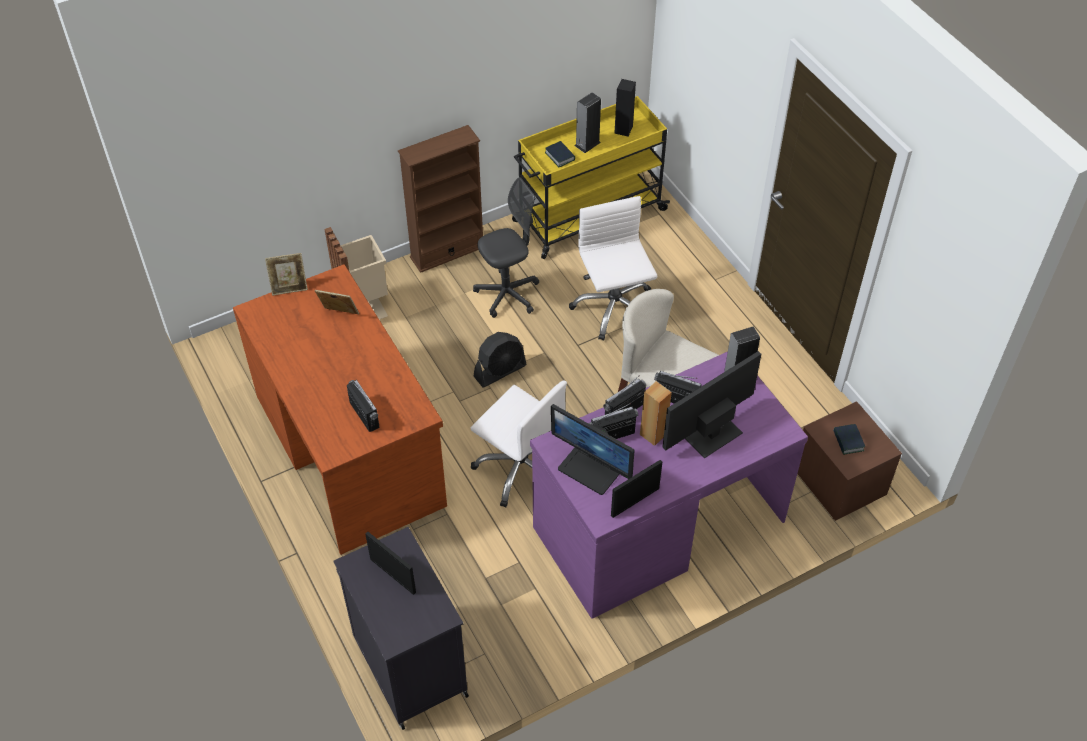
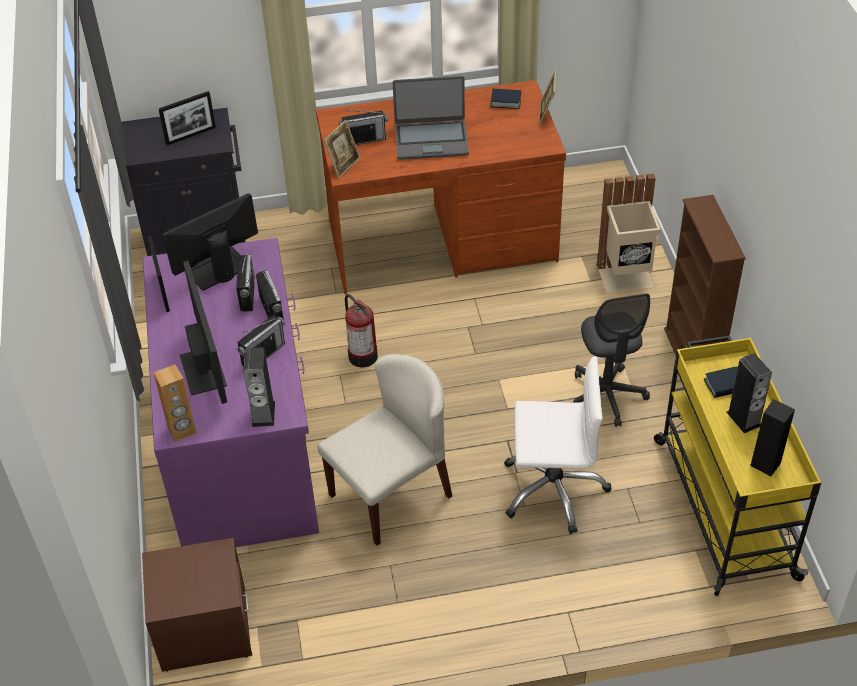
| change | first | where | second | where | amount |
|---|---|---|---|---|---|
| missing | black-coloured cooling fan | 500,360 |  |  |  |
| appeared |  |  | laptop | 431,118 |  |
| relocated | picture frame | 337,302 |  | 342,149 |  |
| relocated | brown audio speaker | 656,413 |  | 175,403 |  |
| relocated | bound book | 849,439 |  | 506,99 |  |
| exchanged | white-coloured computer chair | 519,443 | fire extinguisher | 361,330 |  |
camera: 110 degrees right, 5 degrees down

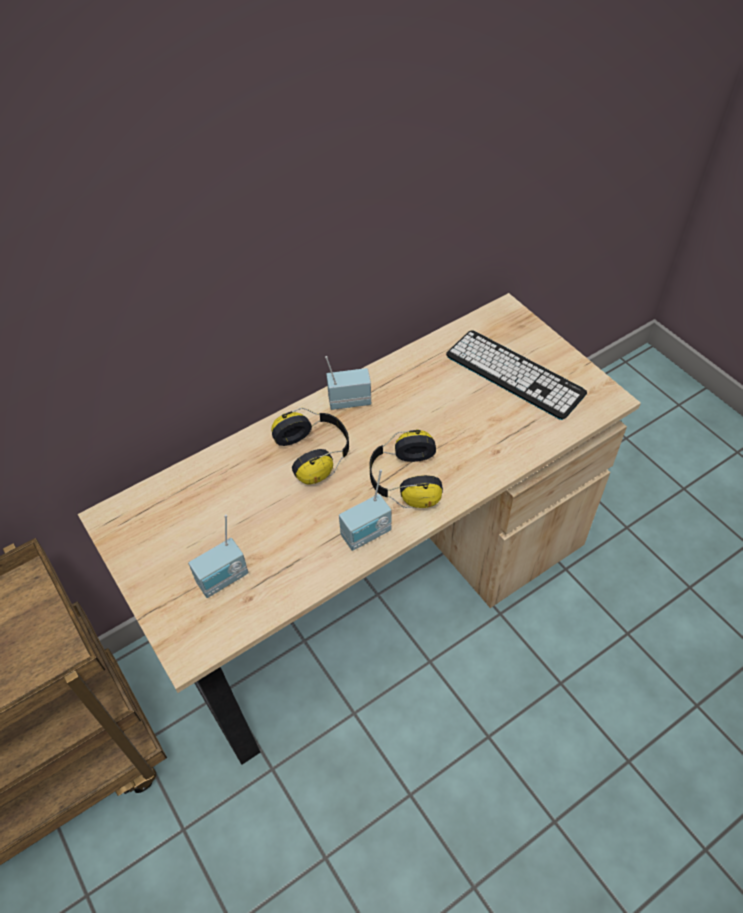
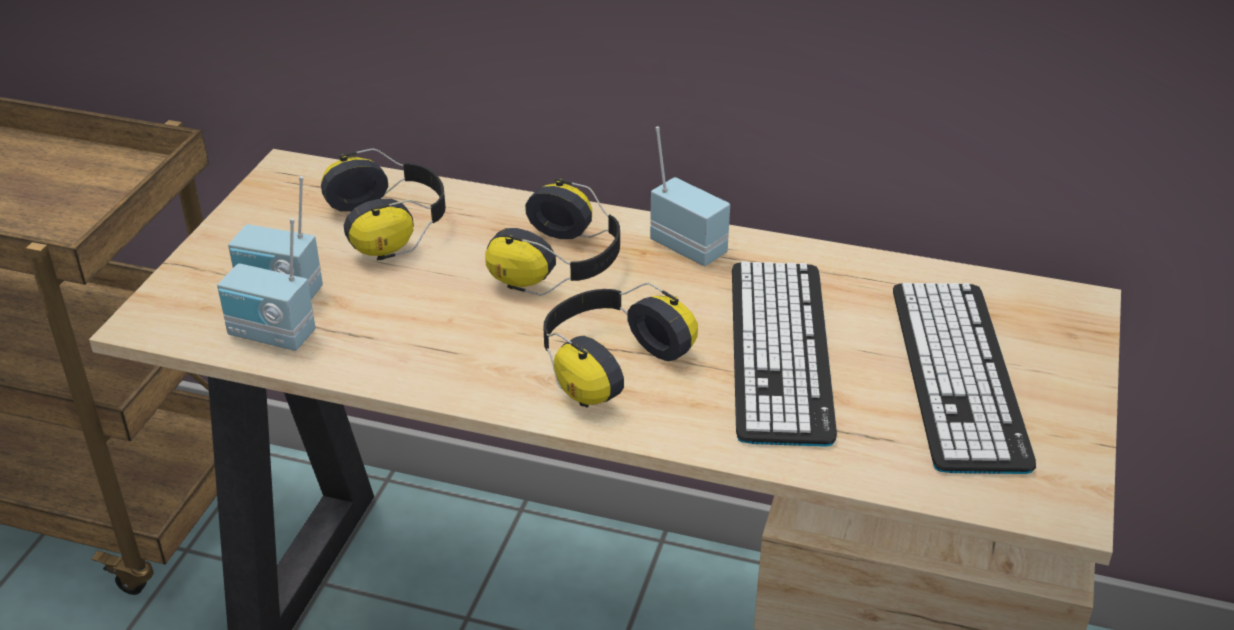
| change | first | where | second | where | amount |
|---|---|---|---|---|---|
| appeared |  |  | headset | 383,204 |  |
| appeared |  |  | PC keyboard | 784,354 |  |
| relocated | radio set | 365,510 |  | 266,284 |  |
camera: 50 degrees right, 15 degrees down

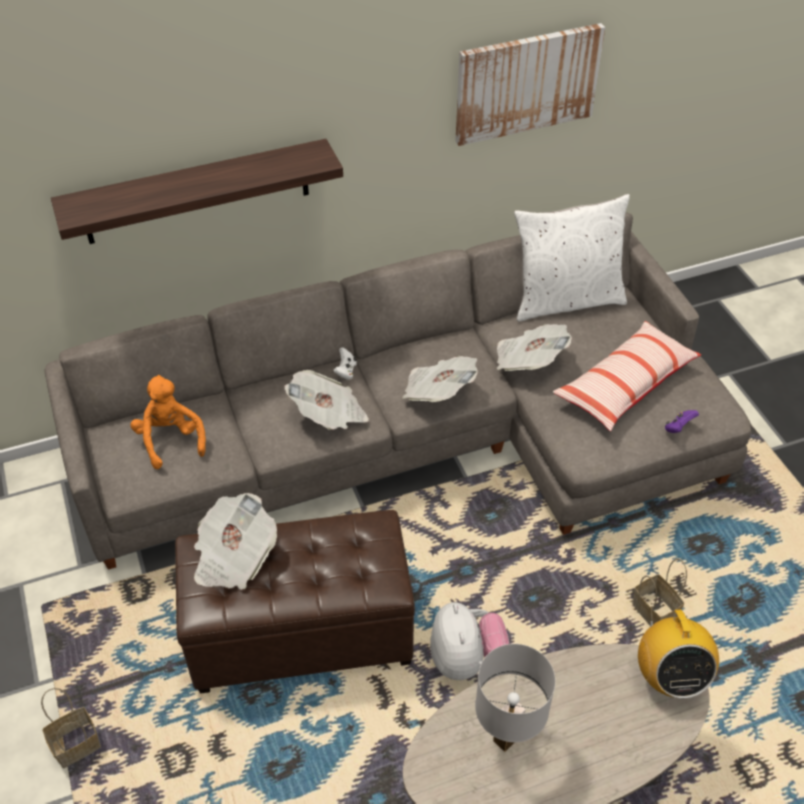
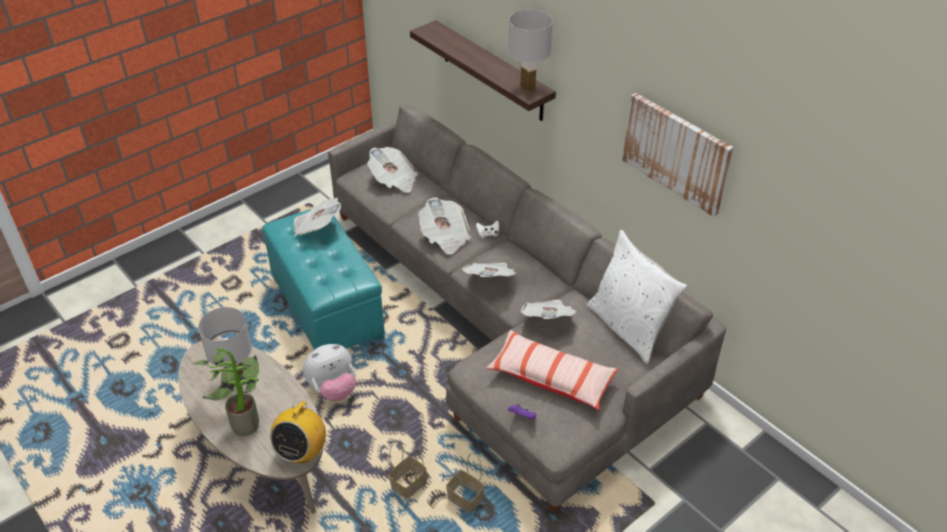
| change | first | where | second | where | amount |
|---|---|---|---|---|---|
| appeared |  |  | potted plant | 225,392 |  |
| appeared |  |  | white-coloured lamp for a table | 530,51 |  |
| relocated | household basket | 71,728 |  | 465,483 |  |
| exchanged | orange-coloured plush toy | 168,422 | daily paper | 392,170 |  |
| colour | brown ottoman | 295,602 | turquoise-coloured ottoman | 323,279 |  |
| spun | radio set | 678,652 |  | 298,430 | 45 degrees counterclockwise |
camera: 70 degrees right, 5 degrees down

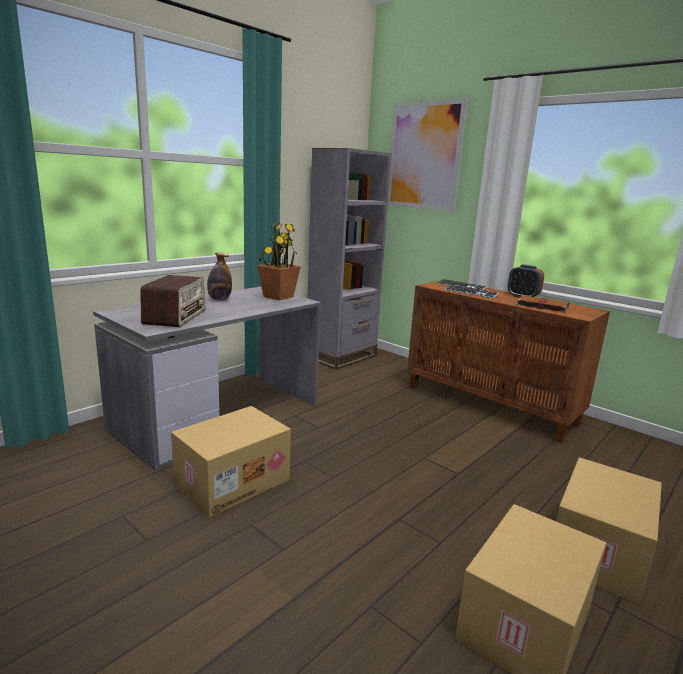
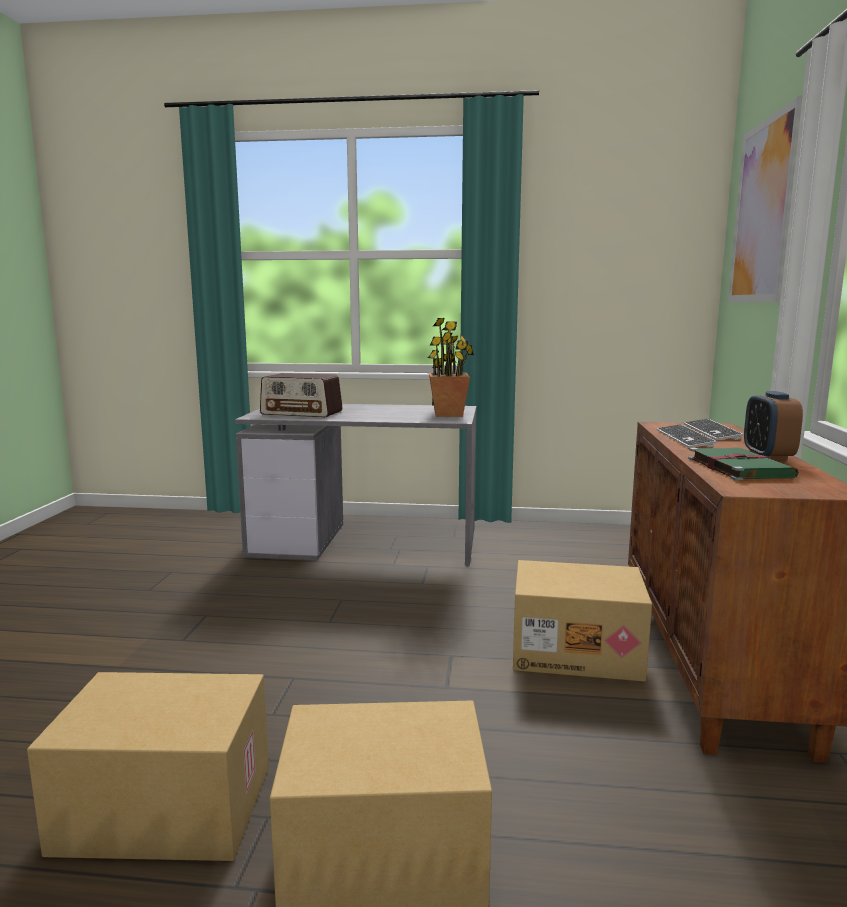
| change | first | where | second | where | amount |
|---|---|---|---|---|---|
| missing | drink bottle | 219,276 |  |  |  |
| missing | grey bookshelf | 349,259 |  |  |  |
| relocated | packing box | 231,462 |  | 582,621 |  |
| colour | brown bound book | 542,304 | green bound book | 743,464 |  |
| spun | radio set | 172,301 |  | 301,395 | 45 degrees clockwise |
camera: 55 degrees right, 5 degrees down

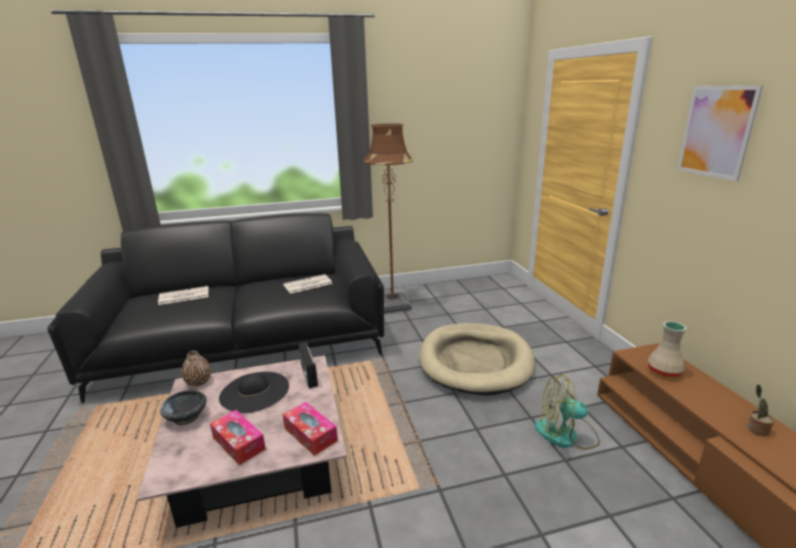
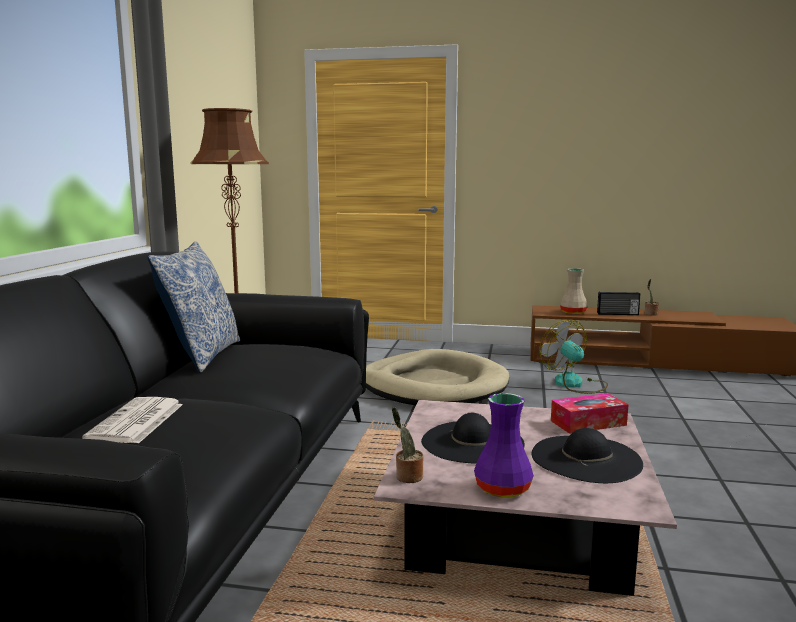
| change | first | where | second | where | amount |
|---|---|---|---|---|---|
| missing | daily paper | 308,284 |  |  |  |
| missing | wall picture | 720,133 |  |  |  |
| appeared |  |  | cushion | 194,307 |  |
| relocated | radio set | 308,365 |  | 618,303 |  |
| exchanged | black-coloured serving bowl | 183,408 | purplish vase | 504,445 |  |
| exchanged | brown vase | 196,369 | potted plant | 407,445 |  |
| exchanged | tissue box | 238,437 | black-coloured clothing hat | 587,455 |  |
| spun | cooling fan | 567,412 |  | 573,357 | 120 degrees clockwise |
camera: 65 degrees left, 10 degrees down

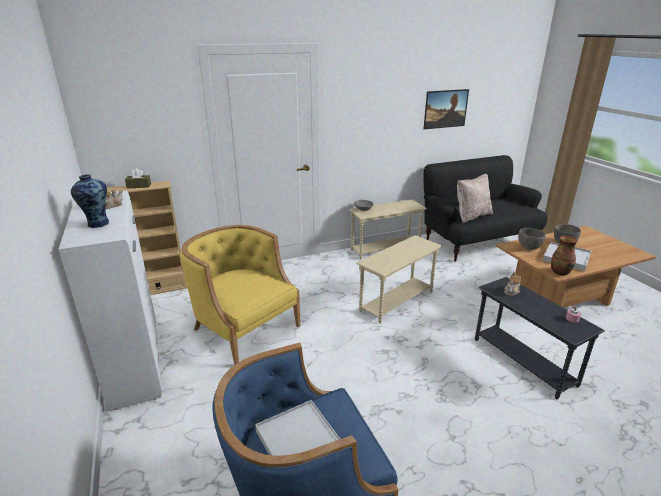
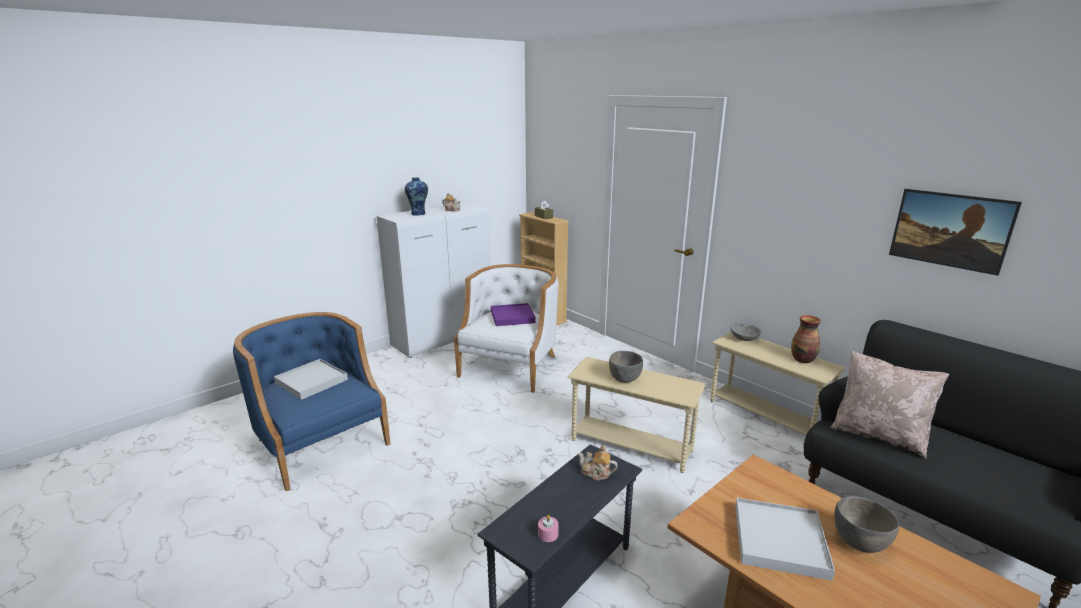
| change | first | where | second | where | amount |
|---|---|---|---|---|---|
| appeared |  |  | purplish serving tray | 513,314 |  |
| relocated | grey serving bowl | 532,239 |  | 626,367 |  |
| relocated | vase | 564,256 |  | 806,339 |  |
| colour | yellowish armchair | 240,295 | white-coloured armchair | 506,328 |  |
camera: 70 degrees right, 5 degrees down

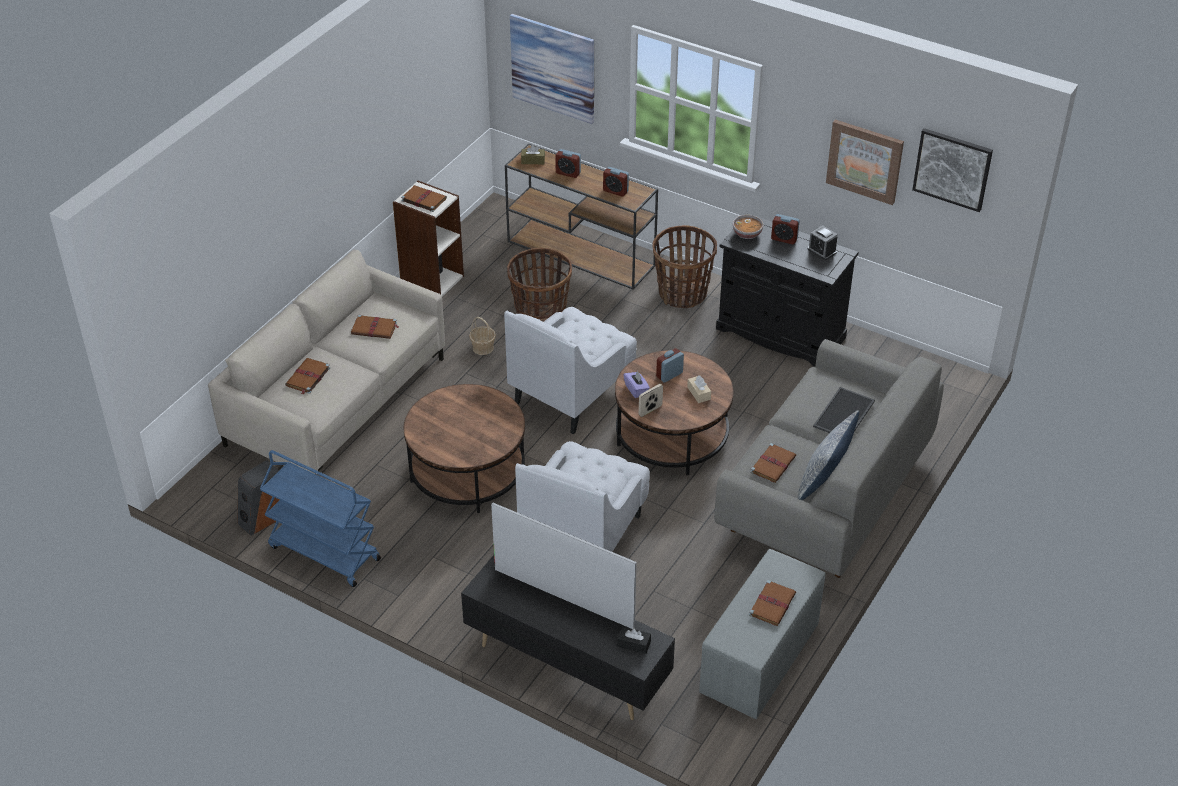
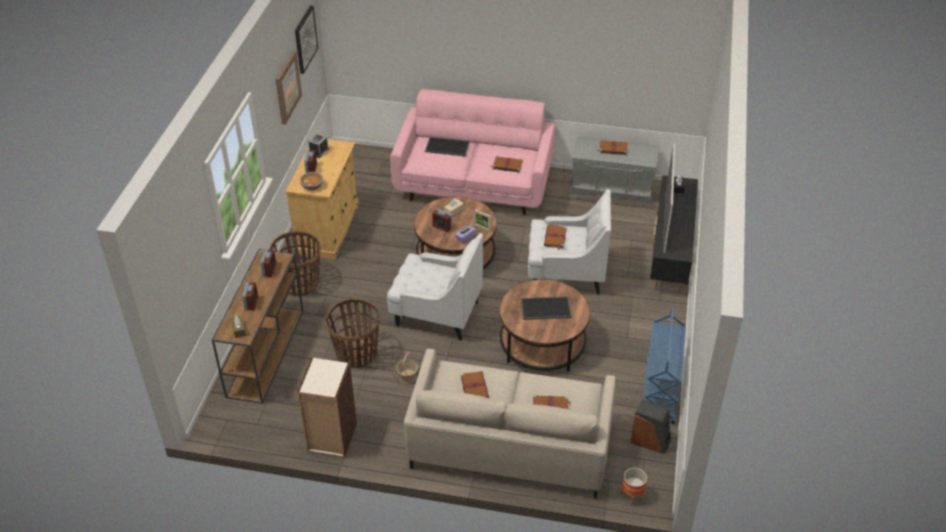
| change | first | where | second | where | amount |
|---|---|---|---|---|---|
| missing | wall picture | 552,69 |  |  |  |
| missing | cushion | 828,455 |  |  |  |
| appeared |  |  | serving tray | 546,308 |  |
| appeared |  |  | planter | 633,487 |  |
| relocated | brown bound book | 424,198 |  | 555,237 |  |
| colour | grey sofa | 829,458 | pink-coloured sofa | 472,152 |  |
| colour | black-coloured cupboard | 787,290 | beige-coloured cupboard | 322,199 |  |
camera: 110 degrees left, 0 degrees up

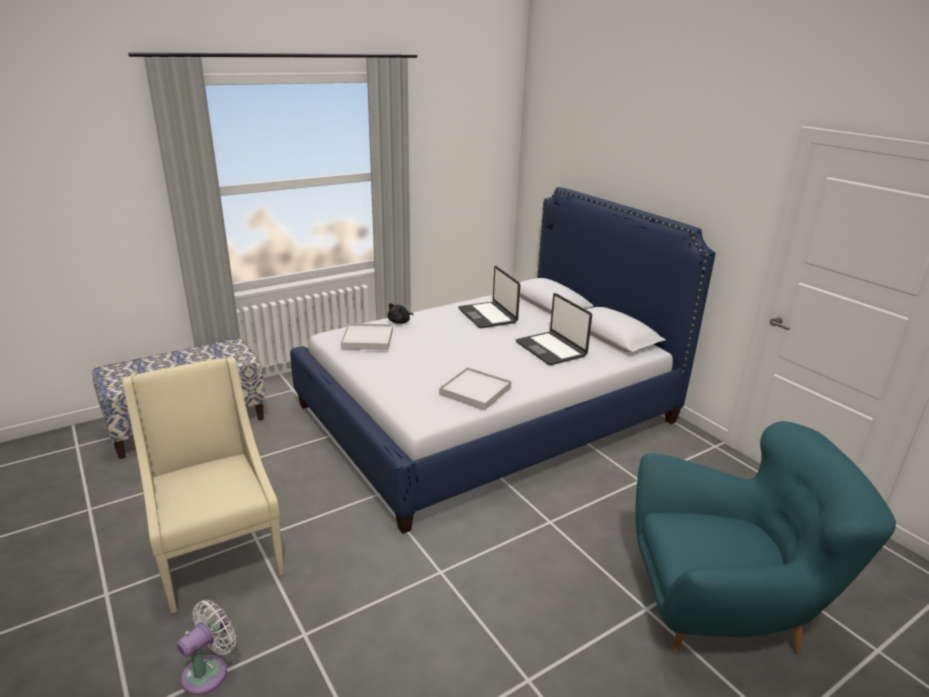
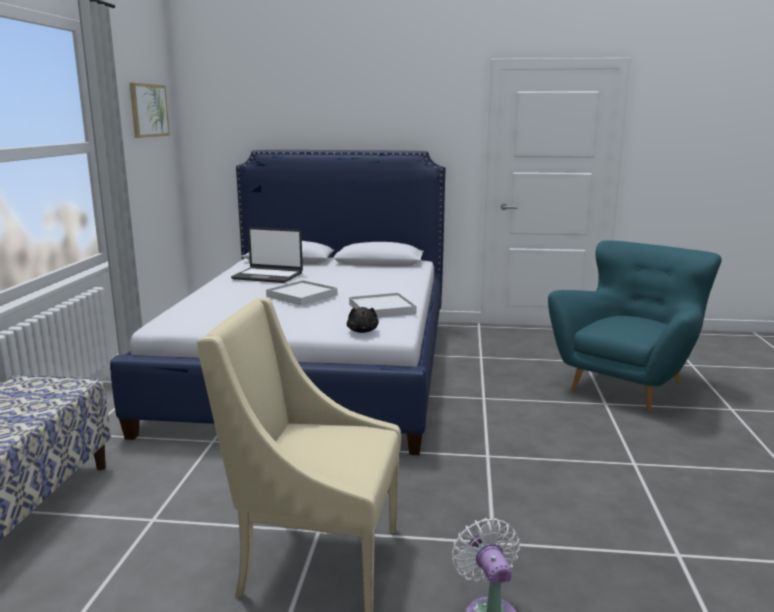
| change | first | where | second | where | amount |
|---|---|---|---|---|---|
| missing | laptop | 554,329 |  |  |  |
| appeared |  |  | wall picture | 149,110 |  |
| relocated | white-coloured serving tray | 367,336 |  | 301,293 |  |
| relocated | black-coloured plush toy | 400,313 |  | 363,320 |  |
camera: 50 degrees left, 10 degrees down

